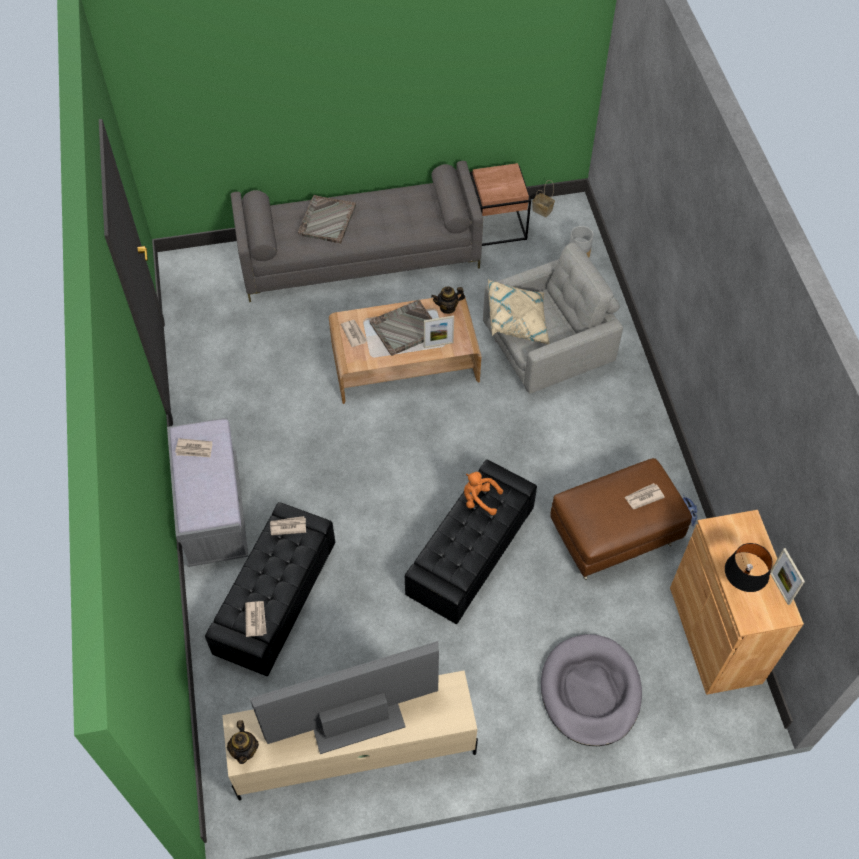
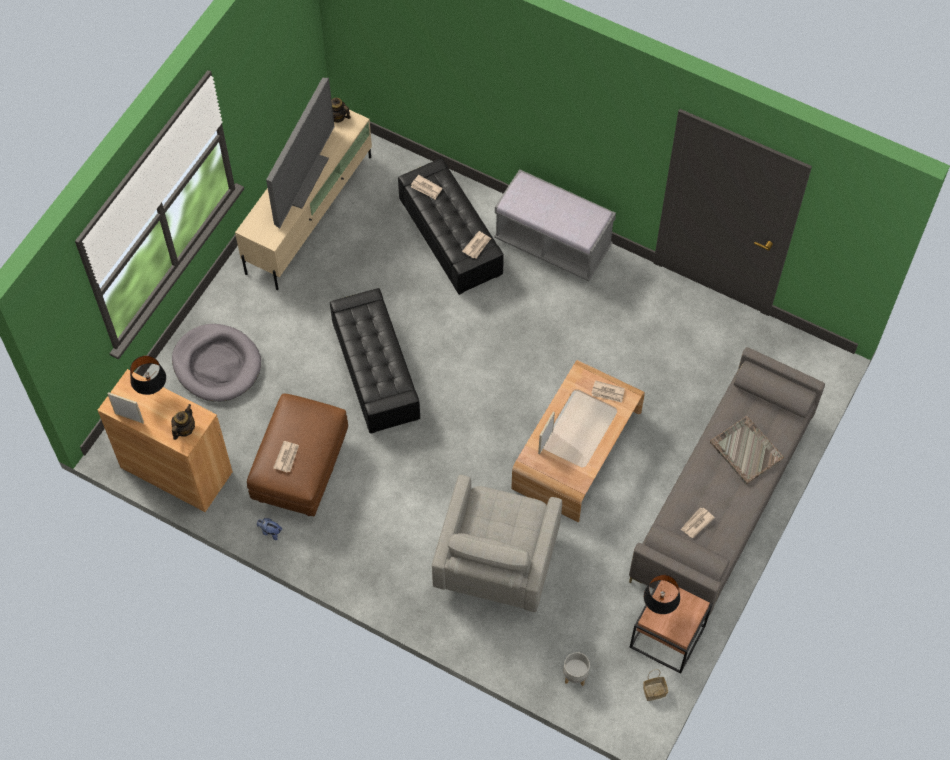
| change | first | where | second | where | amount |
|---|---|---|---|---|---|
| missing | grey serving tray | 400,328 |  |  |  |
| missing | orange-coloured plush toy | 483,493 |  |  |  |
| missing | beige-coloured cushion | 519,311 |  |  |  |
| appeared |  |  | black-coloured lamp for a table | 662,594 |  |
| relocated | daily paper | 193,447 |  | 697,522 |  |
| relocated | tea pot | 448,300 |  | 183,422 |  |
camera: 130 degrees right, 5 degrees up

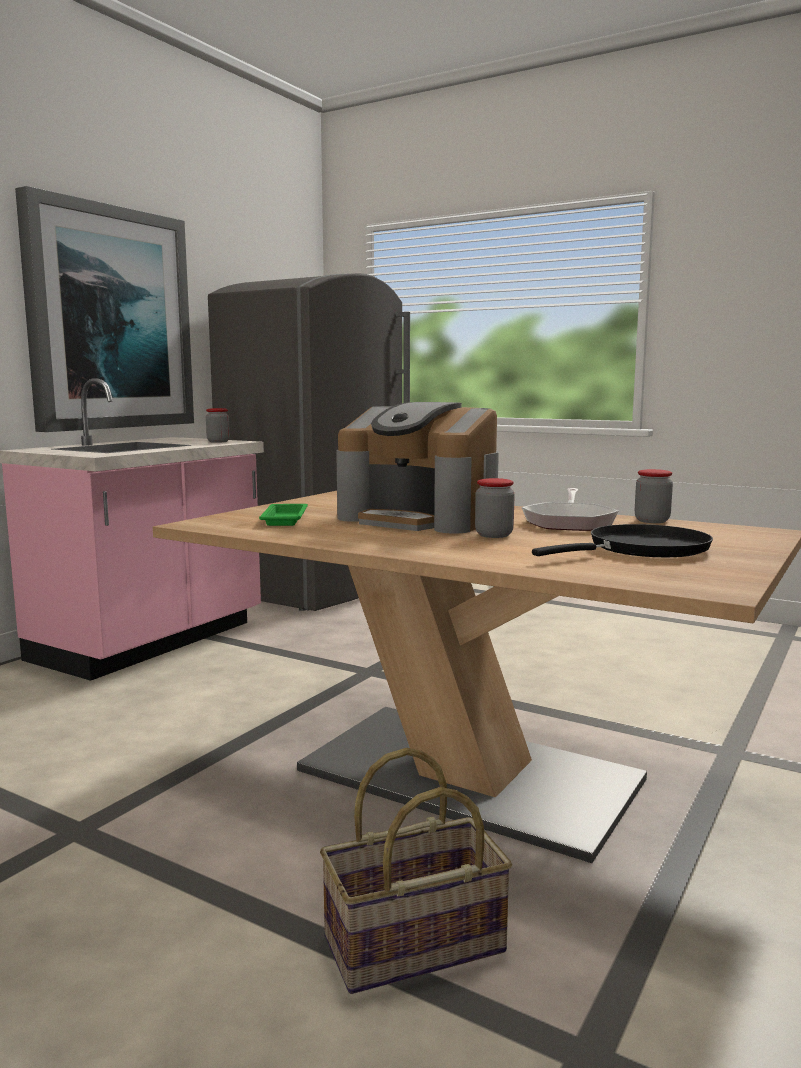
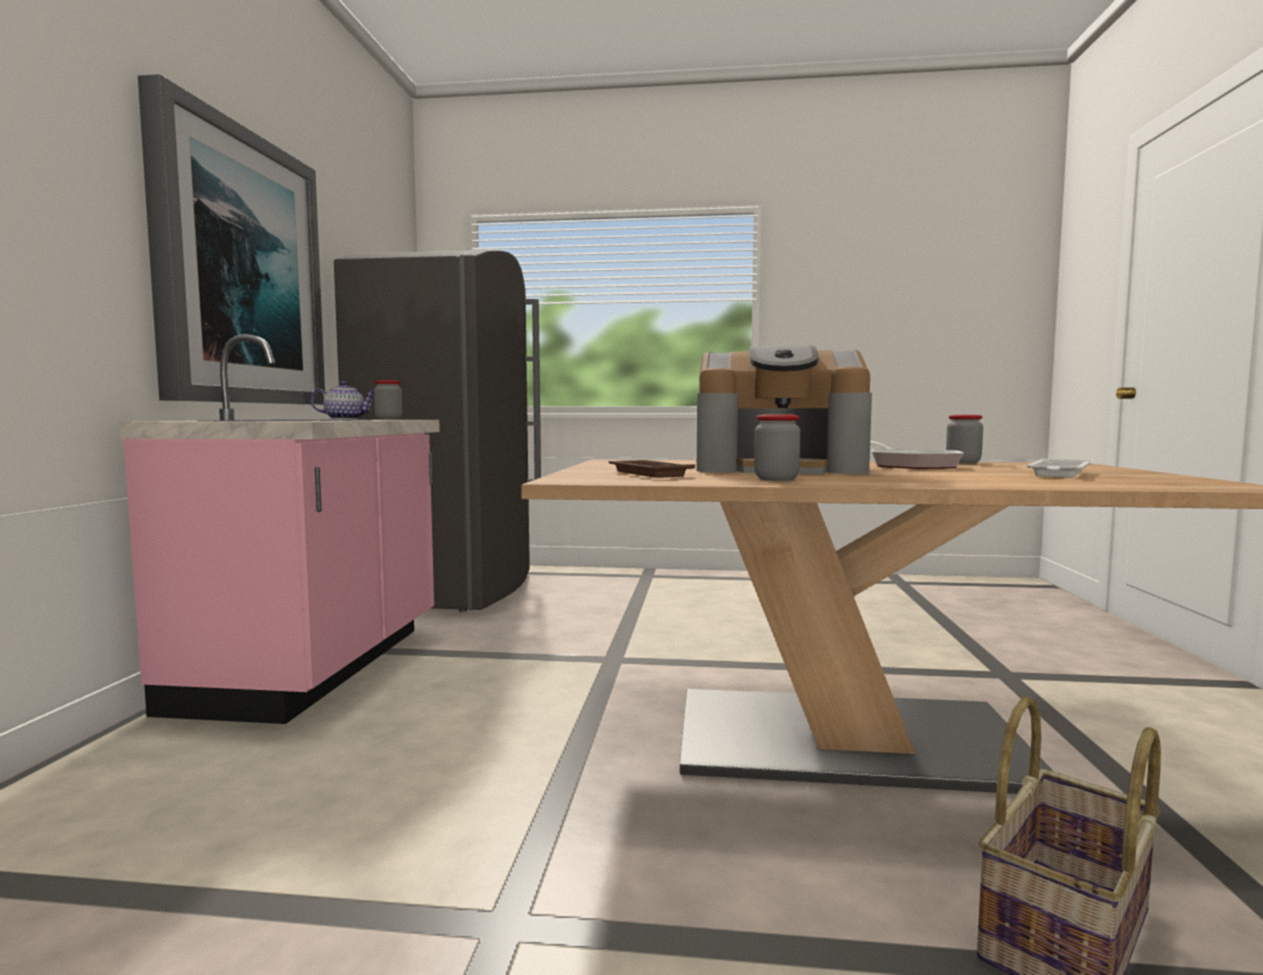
| change | first | where | second | where | amount |
|---|---|---|---|---|---|
| appeared |  |  | tea pot | 342,400 |  |
| relocated | storage jar | 495,508 |  | 777,447 |  |
| exchanged | black-coloured pan | 622,540 | white-coloured serving tray | 1059,468 |  |
| colour | green serving tray | 283,515 | brown serving tray | 652,469 |  |
camera: 25 degrees left, 5 degrees down

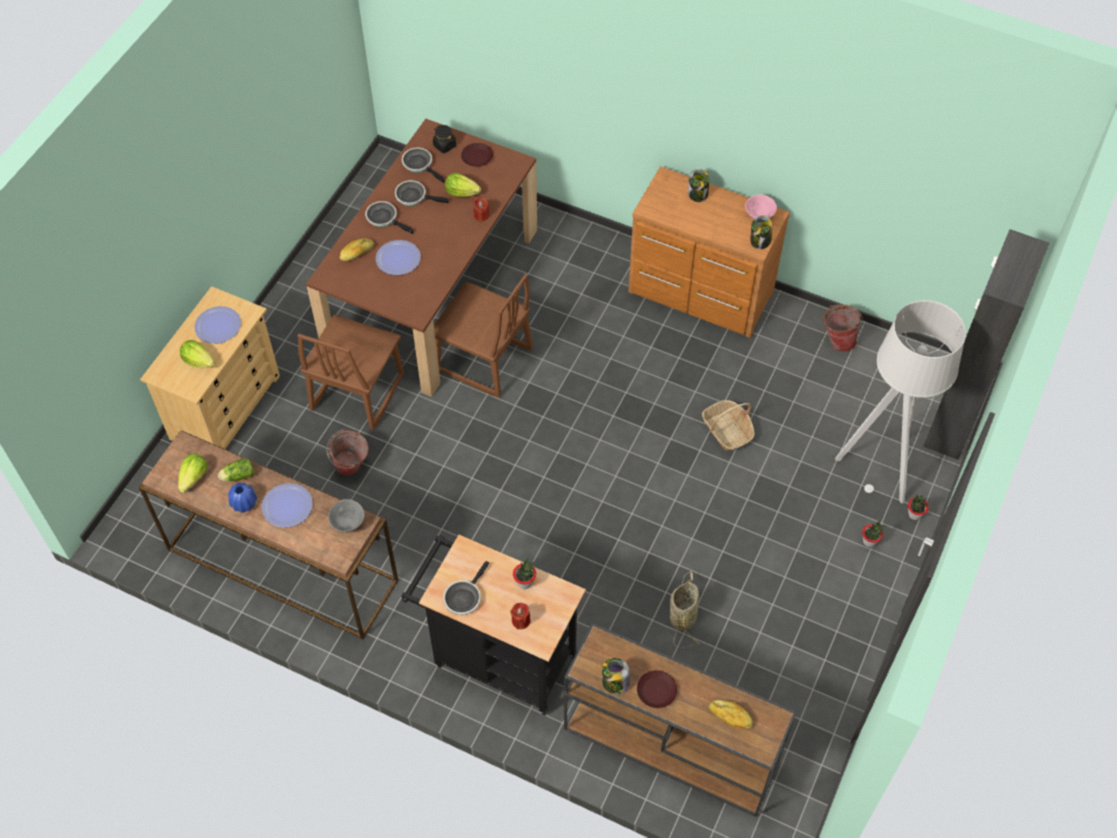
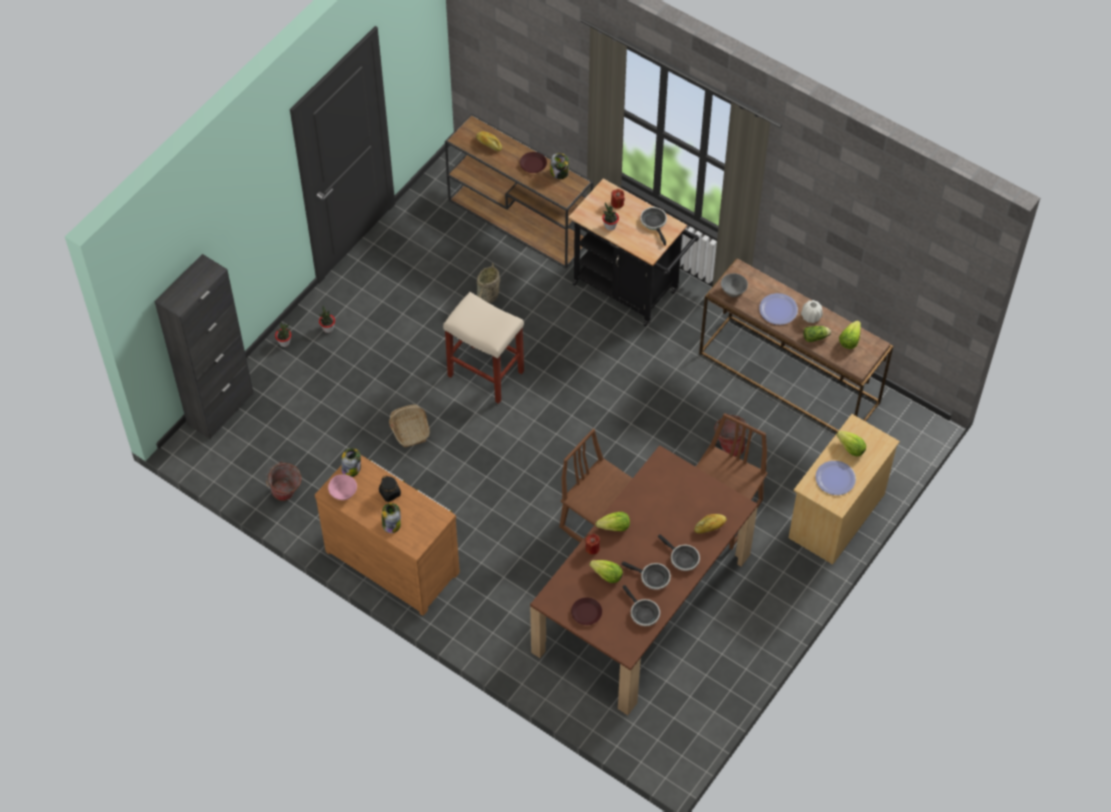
| change | first | where | second | where | amount |
|---|---|---|---|---|---|
| missing | plate | 398,257 |  |  |  |
| missing | grey standard lamp | 900,402 |  |  |  |
| appeared |  |  | beige-coloured sitting stool | 483,348 |  |
| appeared |  |  | head of lettuce | 612,521 |  |
| relocated | black-coloured storage jar | 444,139 |  | 390,488 |  |
| colour | blue-coloured vase | 242,498 | white-coloured vase | 812,311 |  |
| spun | pan | 466,588 |  | 653,226 | 60 degrees counterclockwise |
camera: 170 degrees left, 0 degrees up

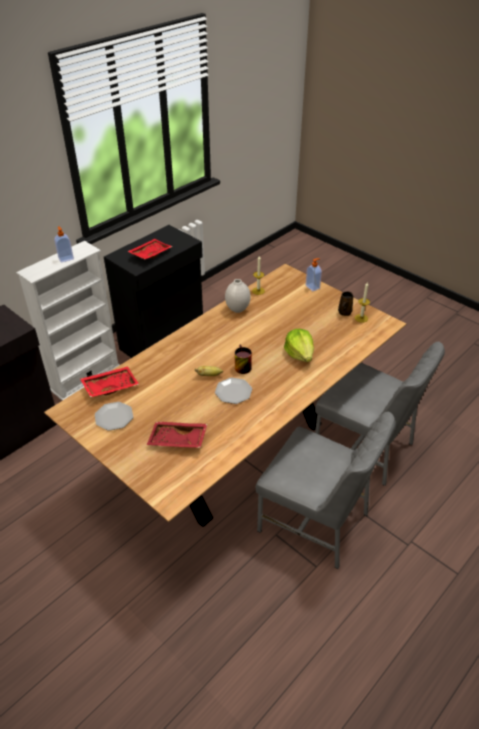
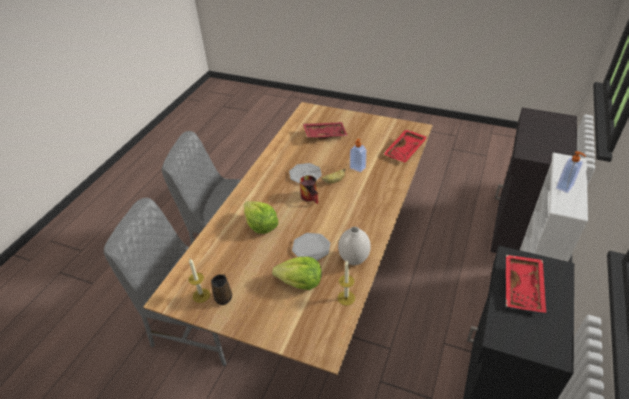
| change | first | where | second | where | amount |
|---|---|---|---|---|---|
| appeared |  |  | head of lettuce | 297,273 |  |
| relocated | plate | 114,416 |  | 311,247 |  |
| relocated | soap bottle | 314,274 |  | 358,155 |  |
camera: 160 degrees right, 0 degrees up

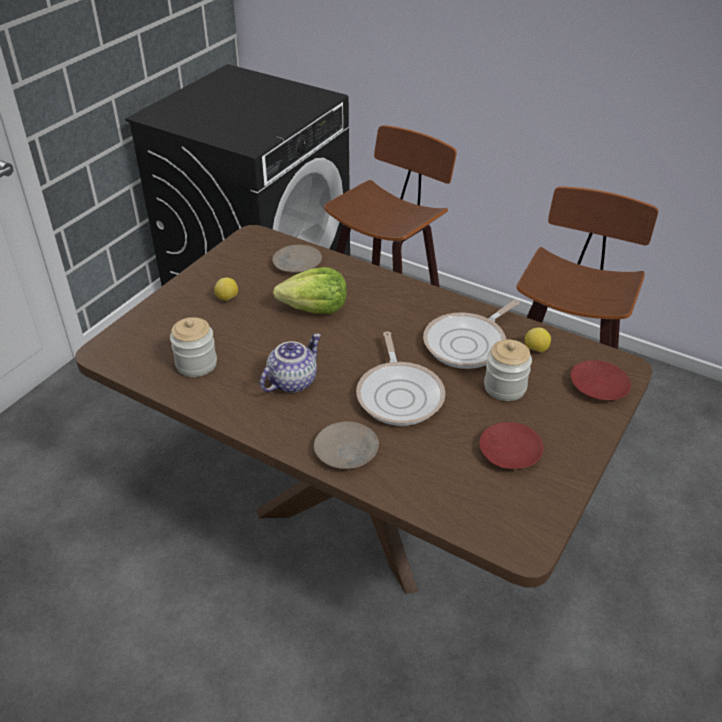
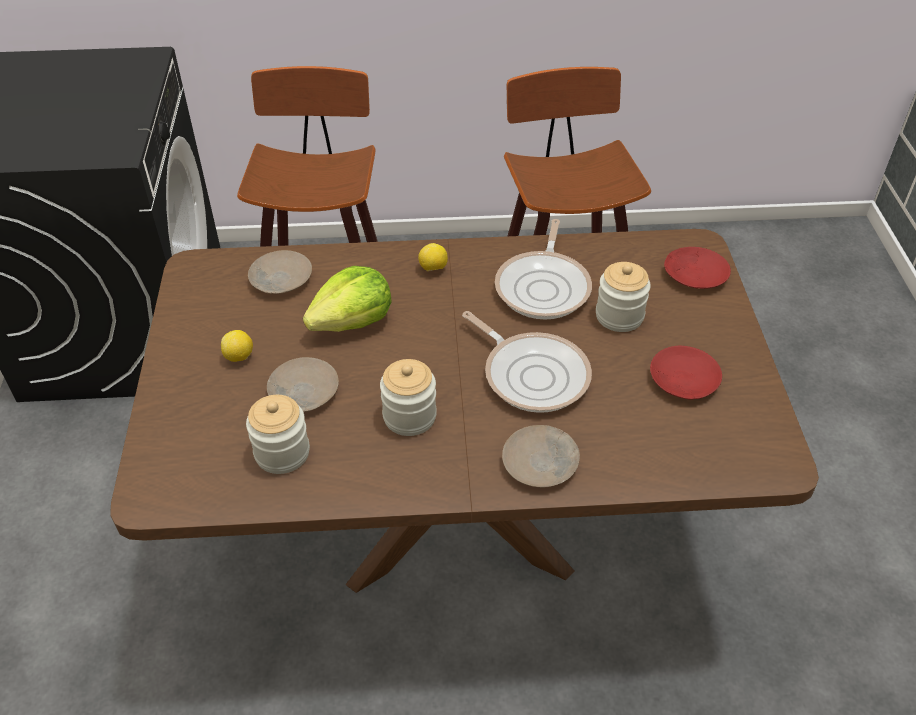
| change | first | where | second | where | amount |
|---|---|---|---|---|---|
| appeared |  |  | beige-coloured plate | 303,384 |  |
| relocated | lemon | 538,340 |  | 433,257 |  |
| exchanged | tea pot | 290,363 | storage jar | 408,397 |  |
camera: 35 degrees left, 5 degrees up

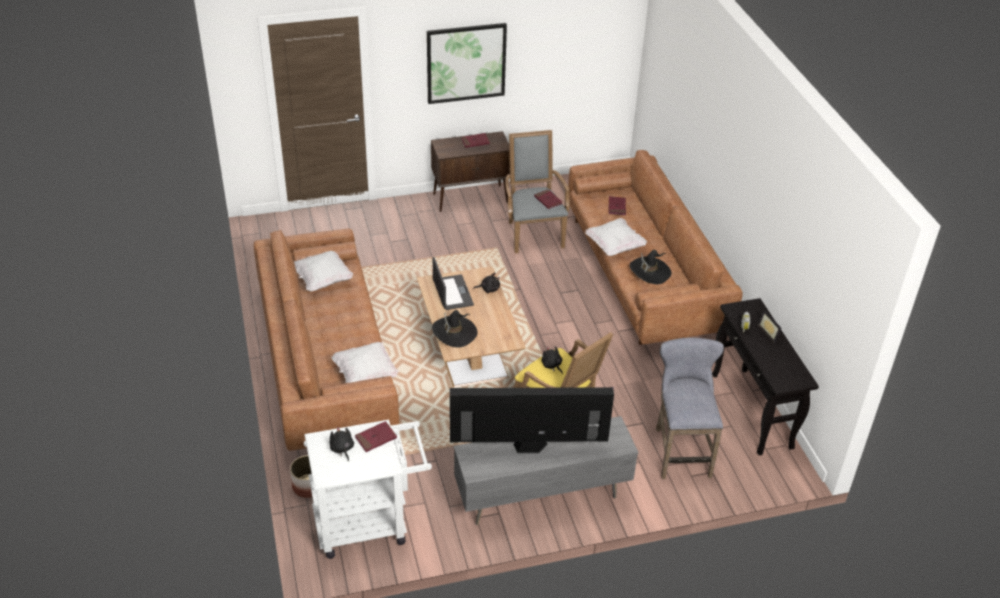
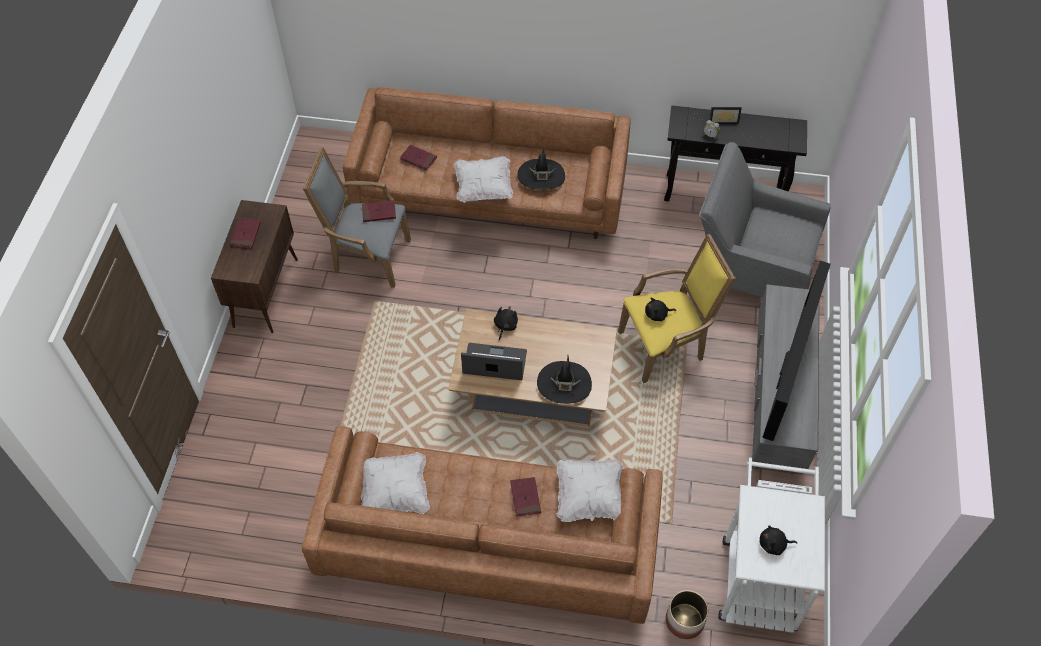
| change | first | where | second | where | amount |
|---|---|---|---|---|---|
| missing | wall picture | 467,63 |  |  |  |
| relocated | reddish bound book | 376,436 |  | 525,497 |  |
| exchanged | grey sitting stool | 690,408 | grey armchair | 765,219 |  |
camera: 65 degrees left, 15 degrees up

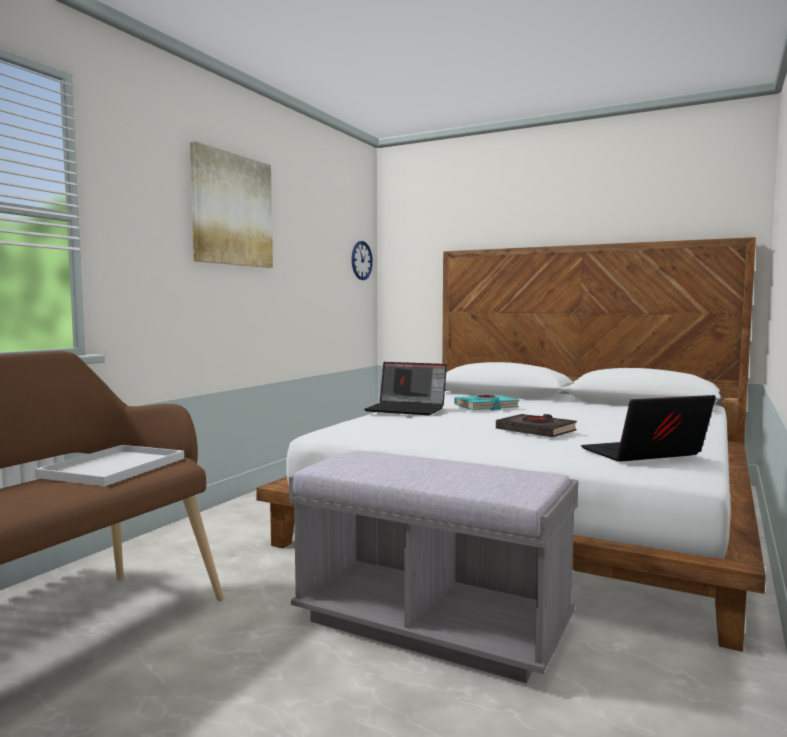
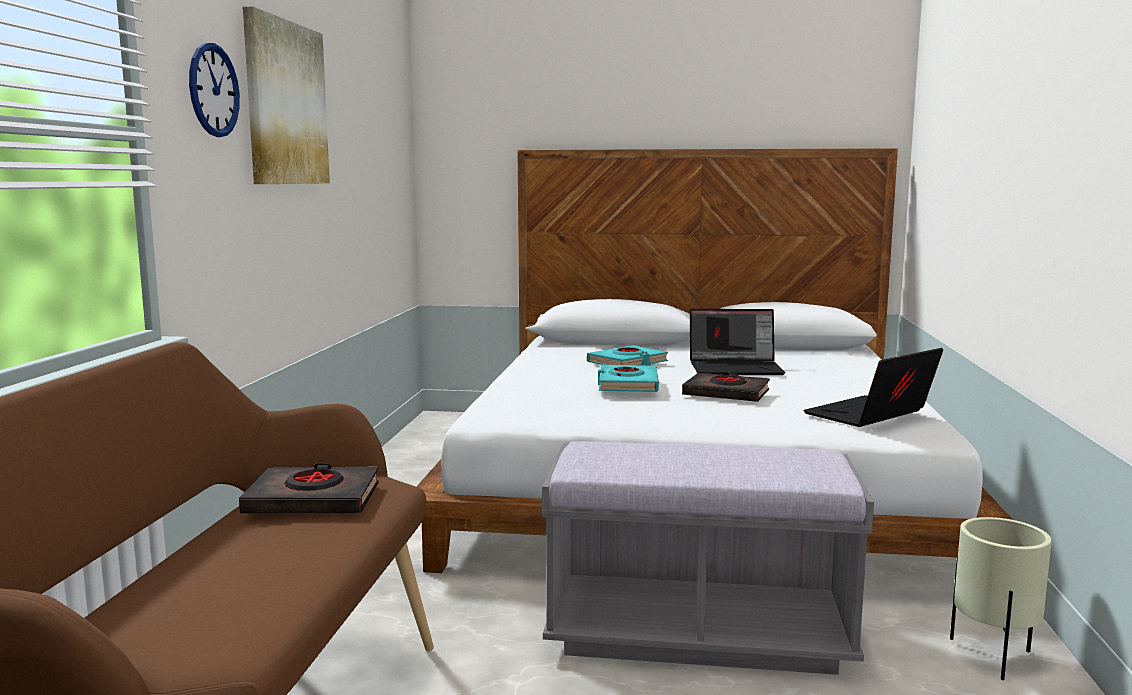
| change | first | where | second | where | amount |
|---|---|---|---|---|---|
| appeared |  |  | turquoise-coloured bound book | 628,378 |  |
| appeared |  |  | beige-coloured planter | 1001,598 |  |
| relocated | hanging clock | 362,260 |  | 214,90 |  |
| relocated | laptop | 405,388 |  | 738,342 |  |
| exchanged | white-coloured serving tray | 109,465 | black-coloured bound book | 309,488 |  |
camera: 20 degrees left, 5 degrees up

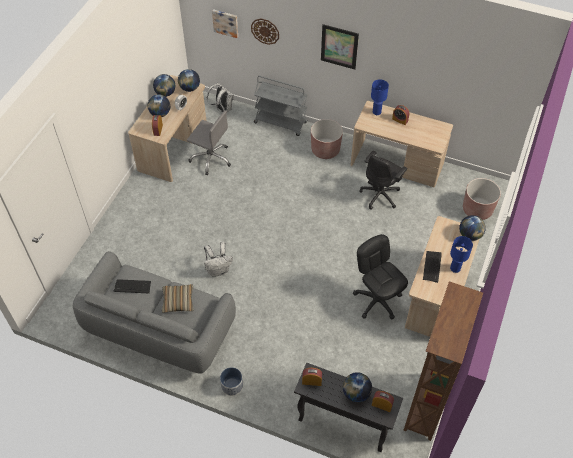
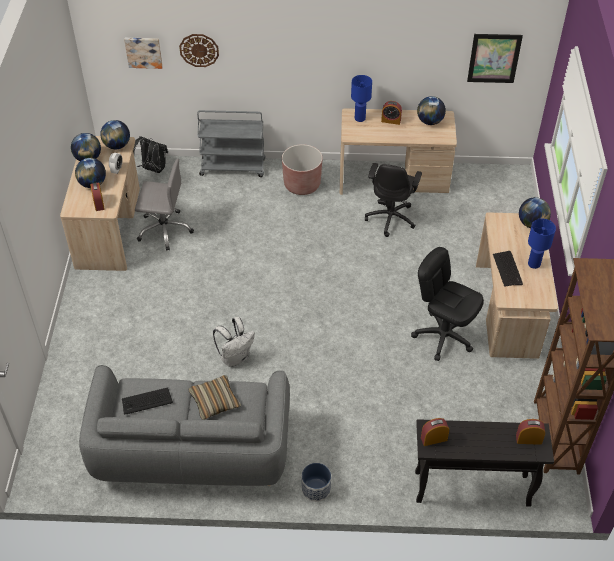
| change | first | where | second | where | amount |
|---|---|---|---|---|---|
| missing | brown planter | 482,199 |  |  |  |
| relocated | wall picture | 340,47 |  | 495,58 |  |
| relocated | desk globe | 357,387 |  | 431,110 |  |
| colour | white-coloured rucksack | 220,97 | black-coloured rucksack | 150,154 |  |
camera: 20 degrees left, 5 degrees down

